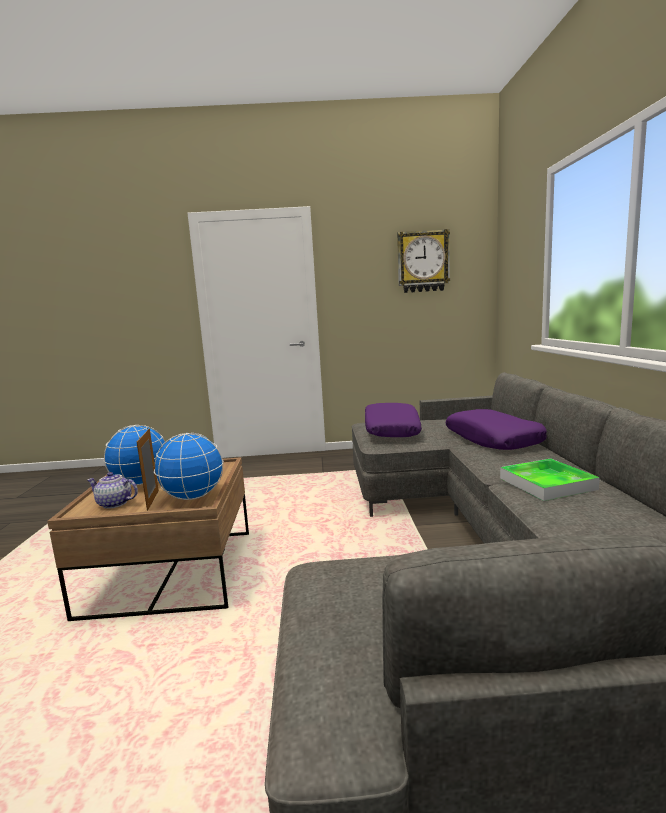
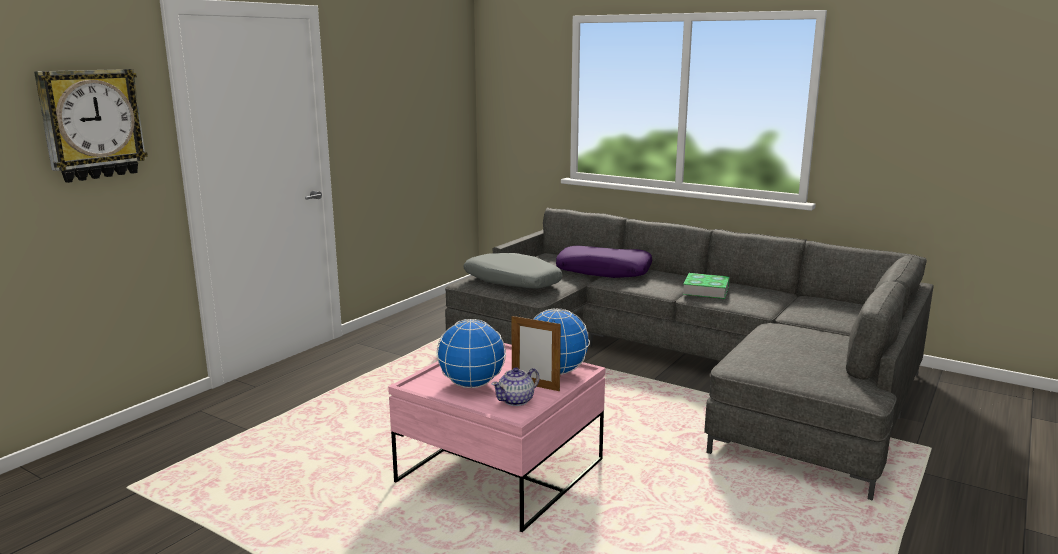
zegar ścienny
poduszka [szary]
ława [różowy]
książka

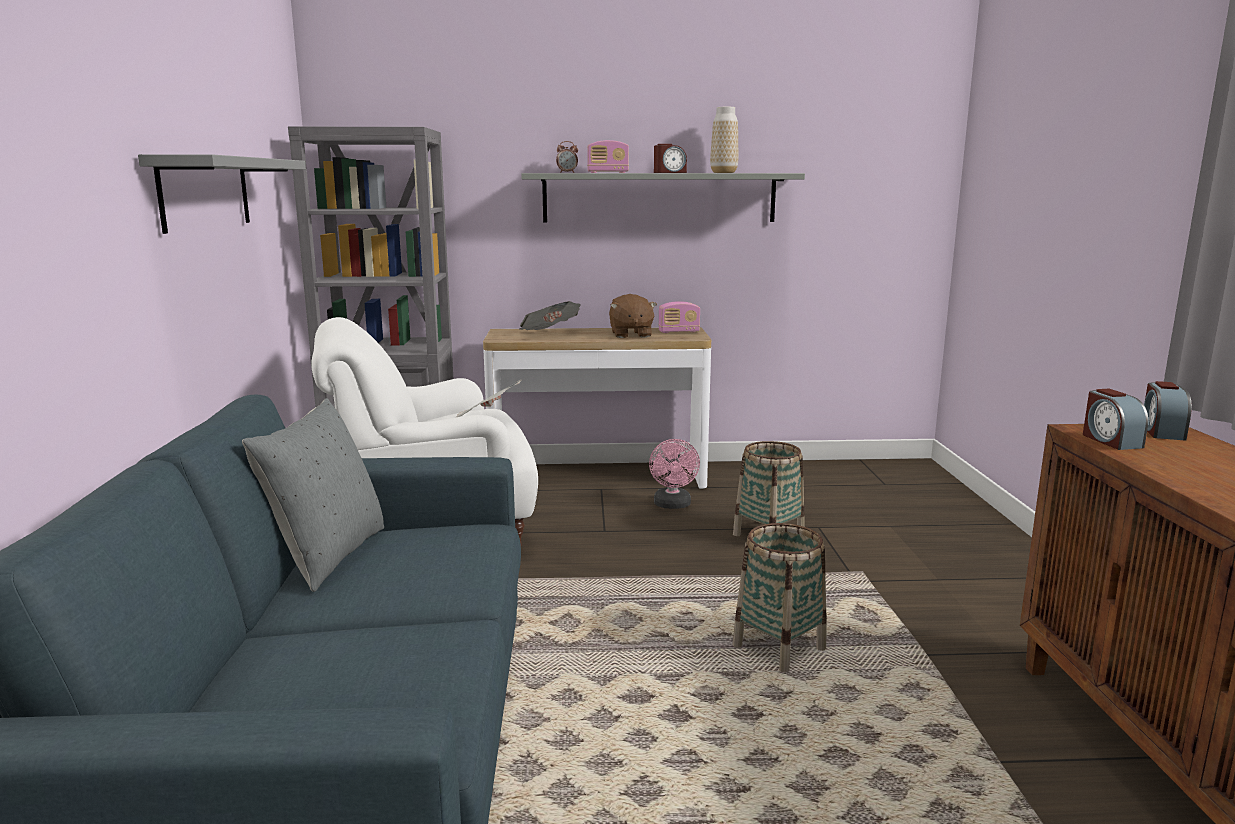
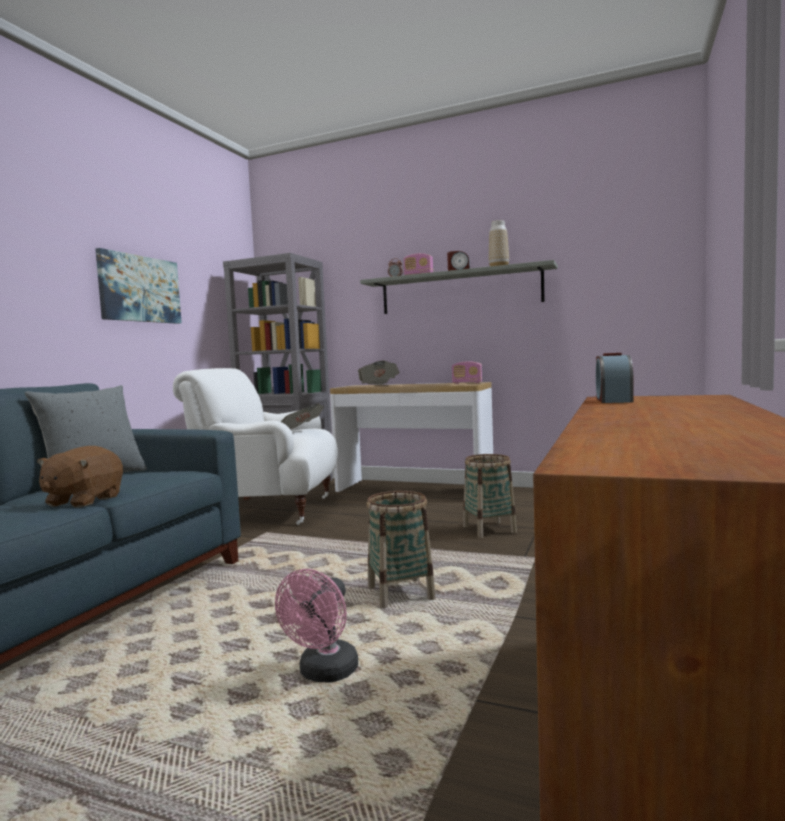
obraz
pluszak [brązowy]
budzik (4th from left in the first image)
wentylator [różowy]

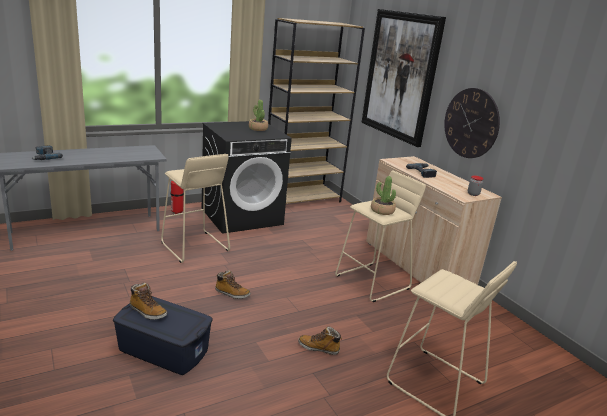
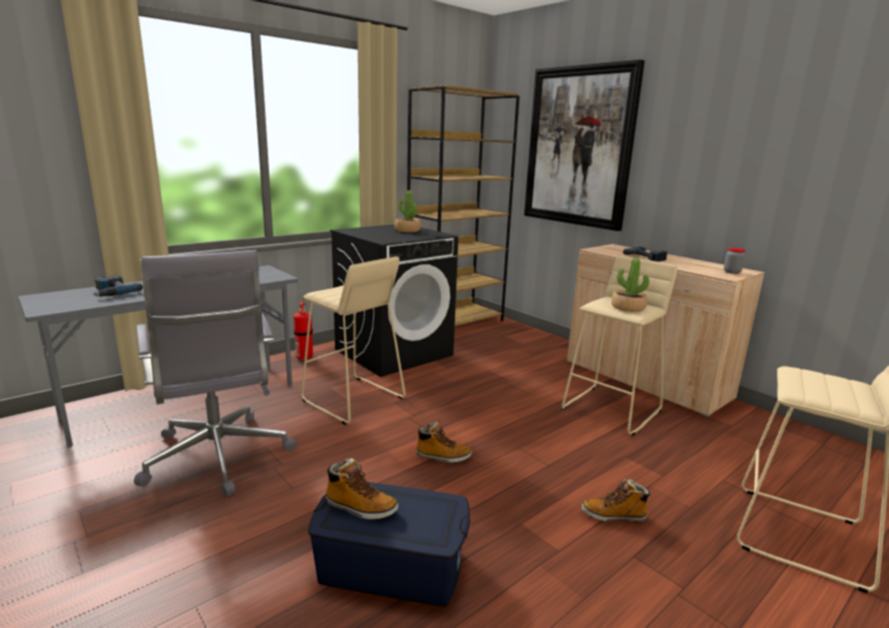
zegar ścienny
krzesło biurowe [szary]

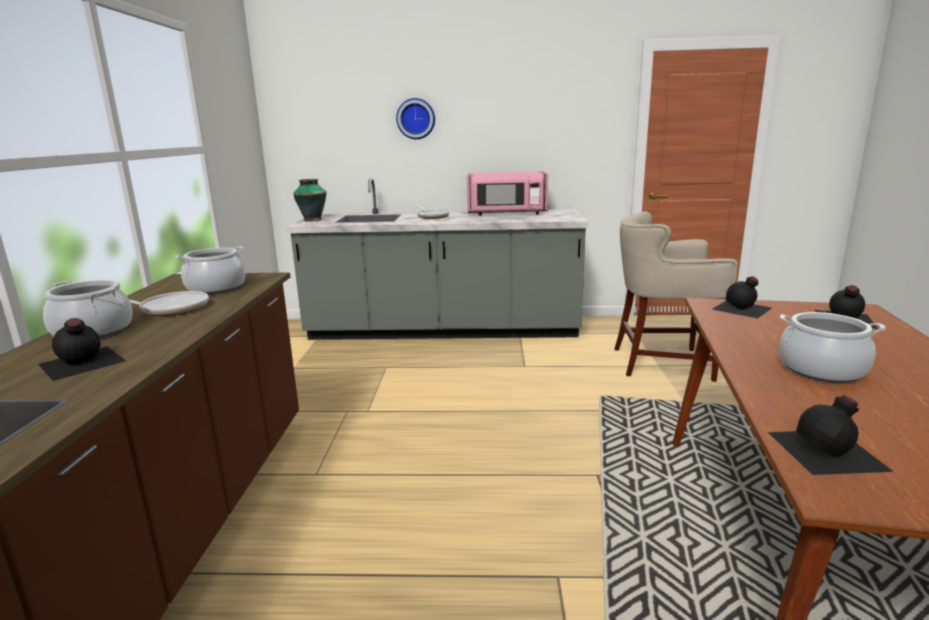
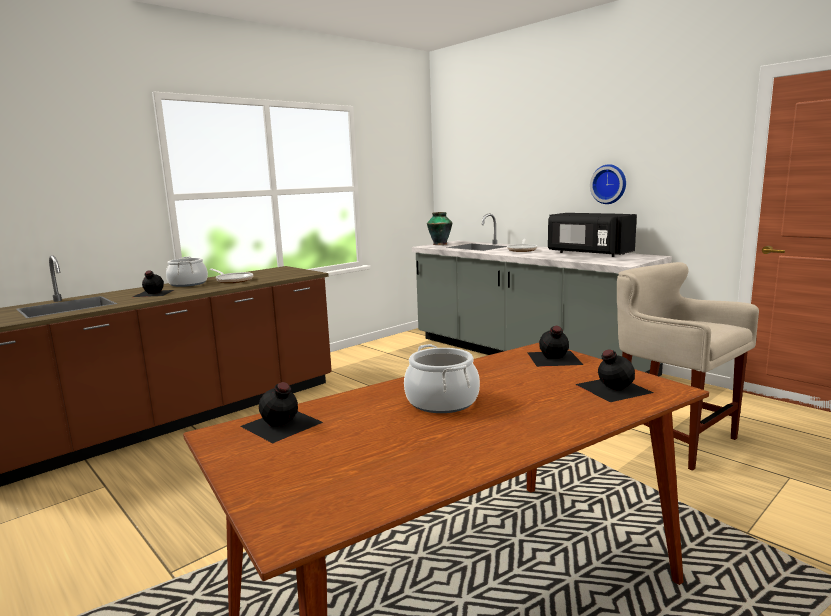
zegar ścienny
mikrofalówka [czarny]
garnek (2nd from left in the first image)

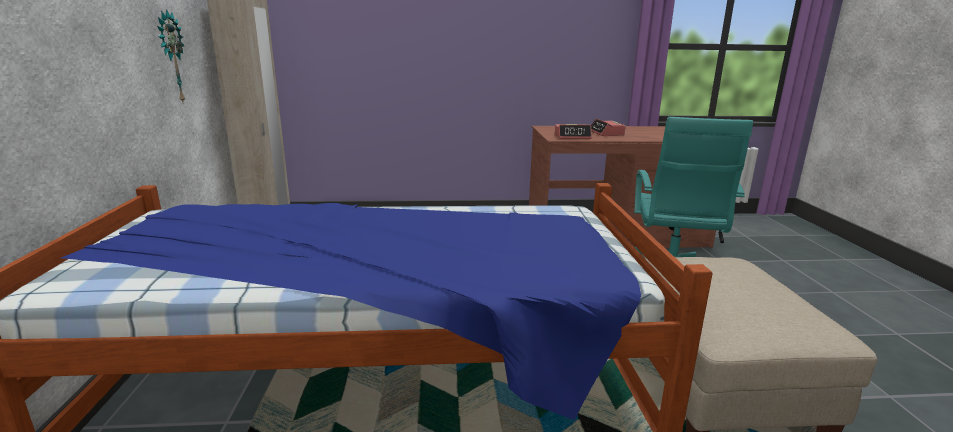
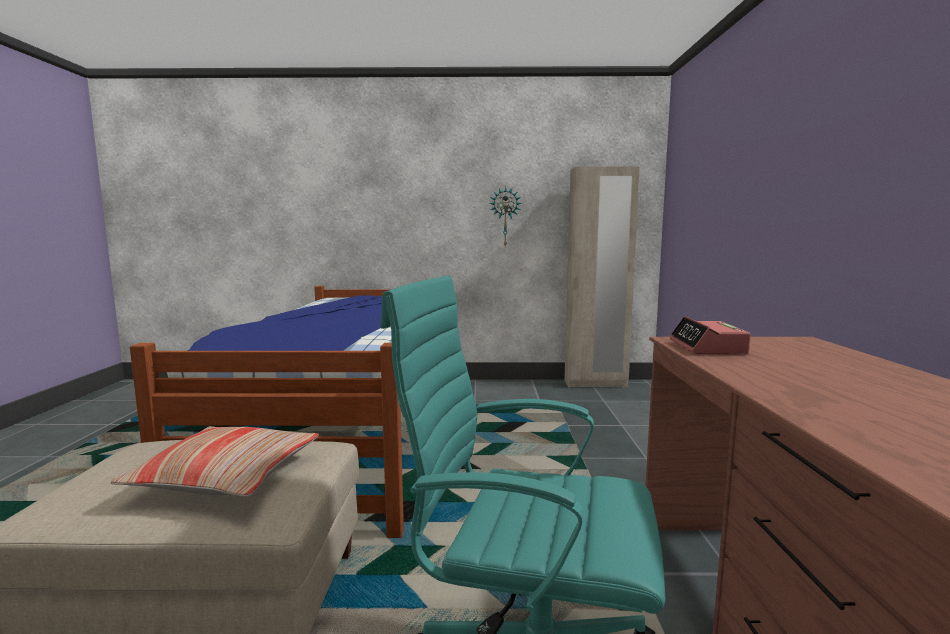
budzik (2nd from left in the first image)
poduszka

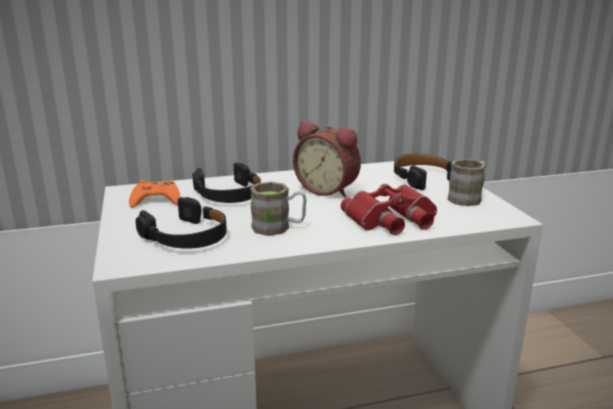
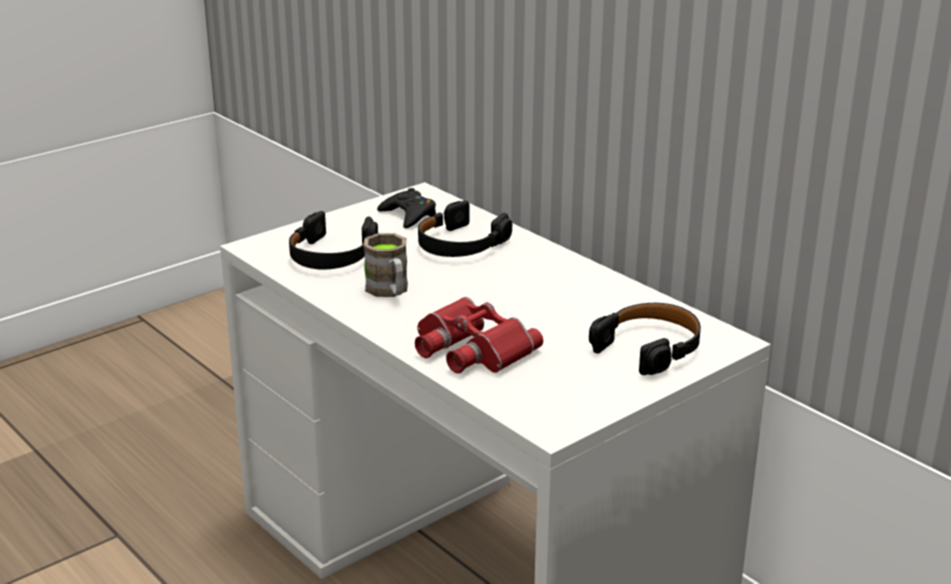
budzik
kubek [brązowy] (2nd from left in the first image)
pad do gier [czarny]

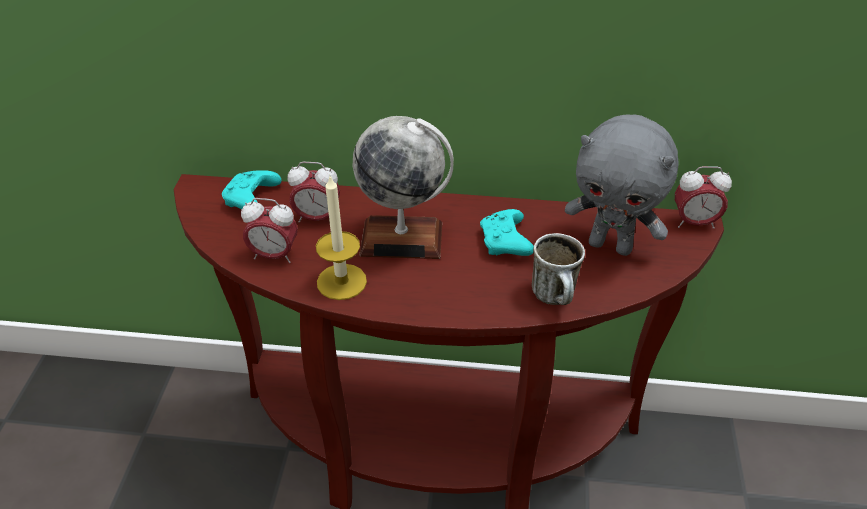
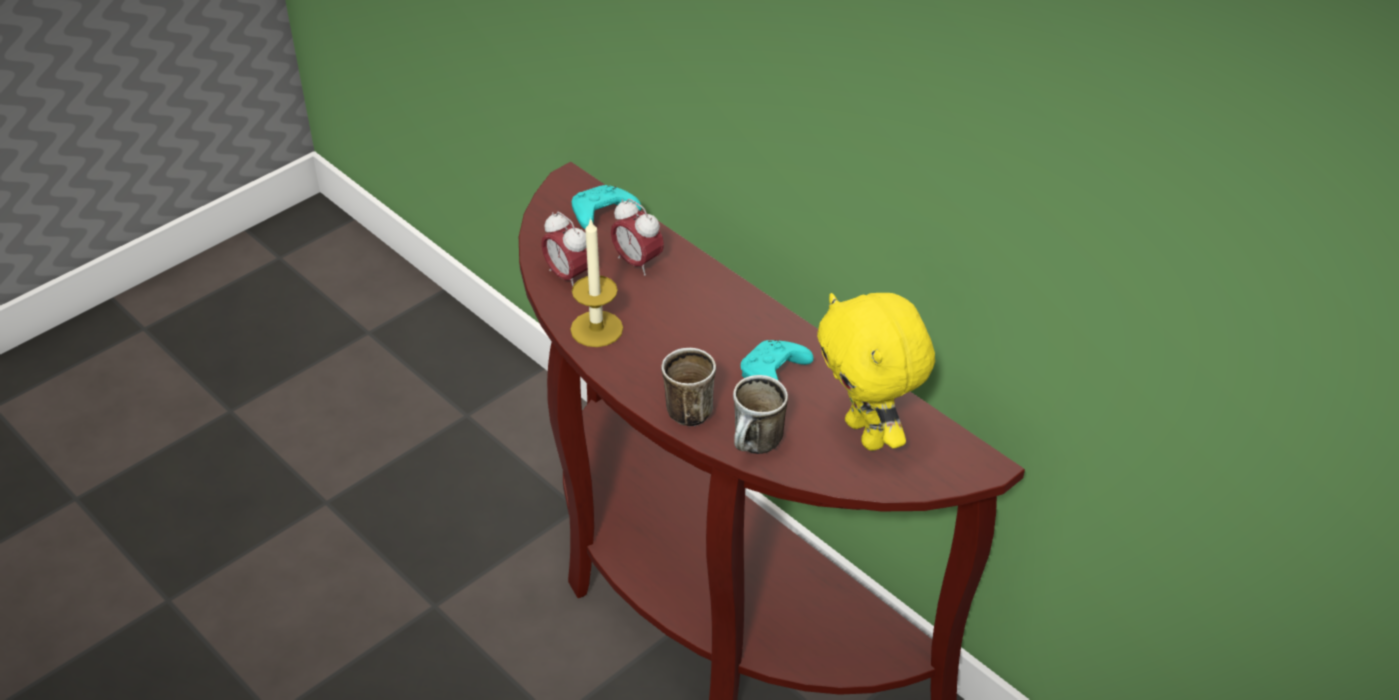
pluszak [żółty]
globus
budzik (3rd from left in the first image)
kubek (1st from left)

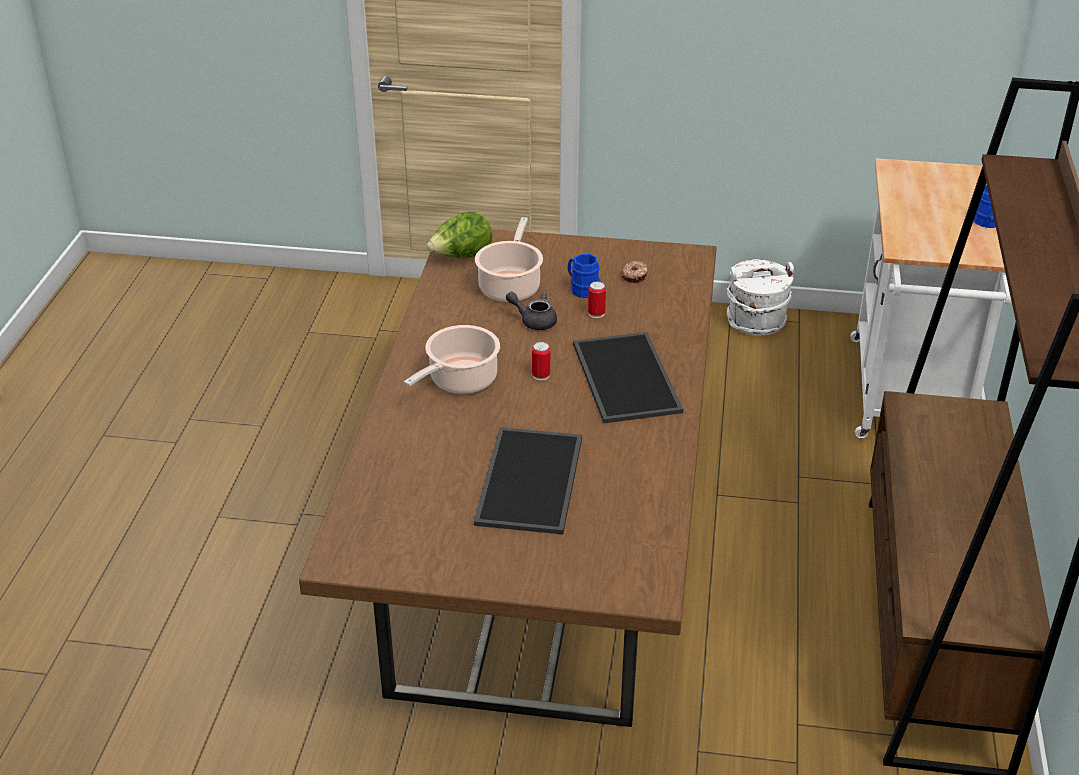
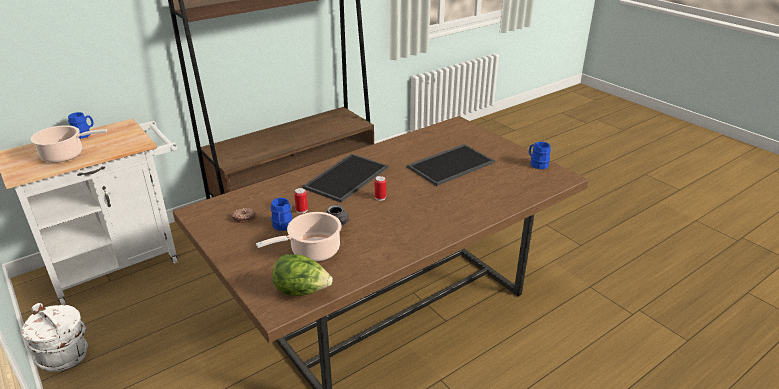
garnek (1st from left)
kubek [niebieski] (3rd from left)

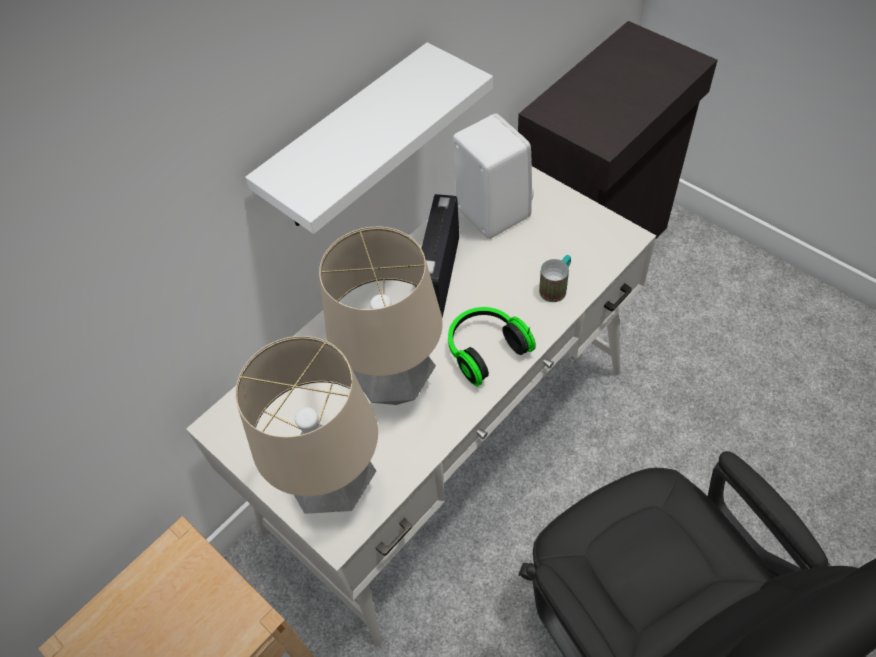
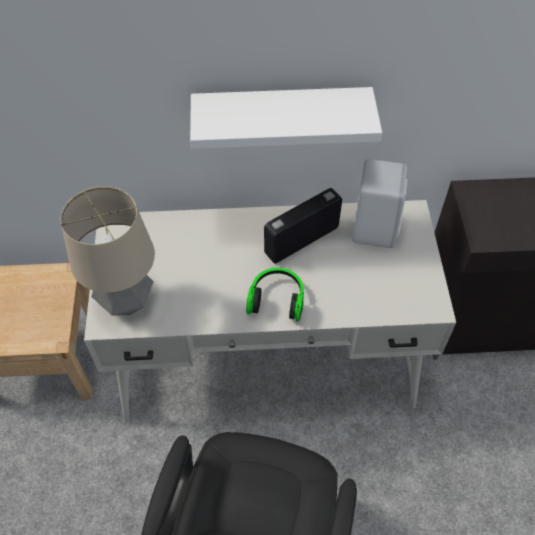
lampa stołowa (2nd from left in the first image)
kubek

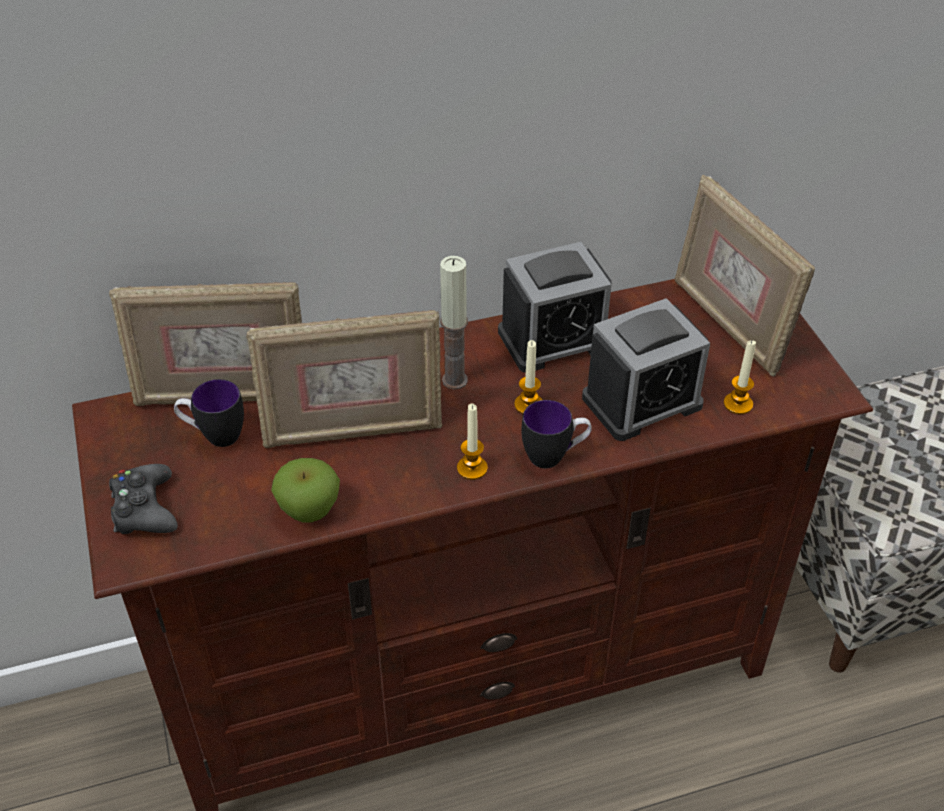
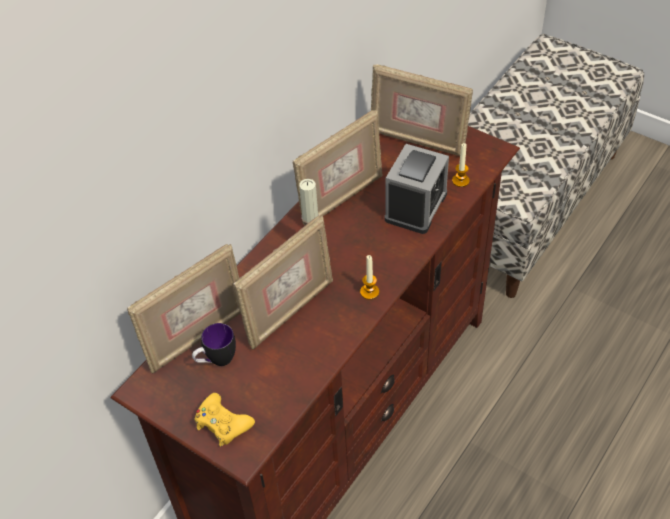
ramka na zdjęcie (3rd from left)
świeca (3rd from left in the first image)
kubek (2nd from left in the first image)
jabłko
pad do gier [żółty]

